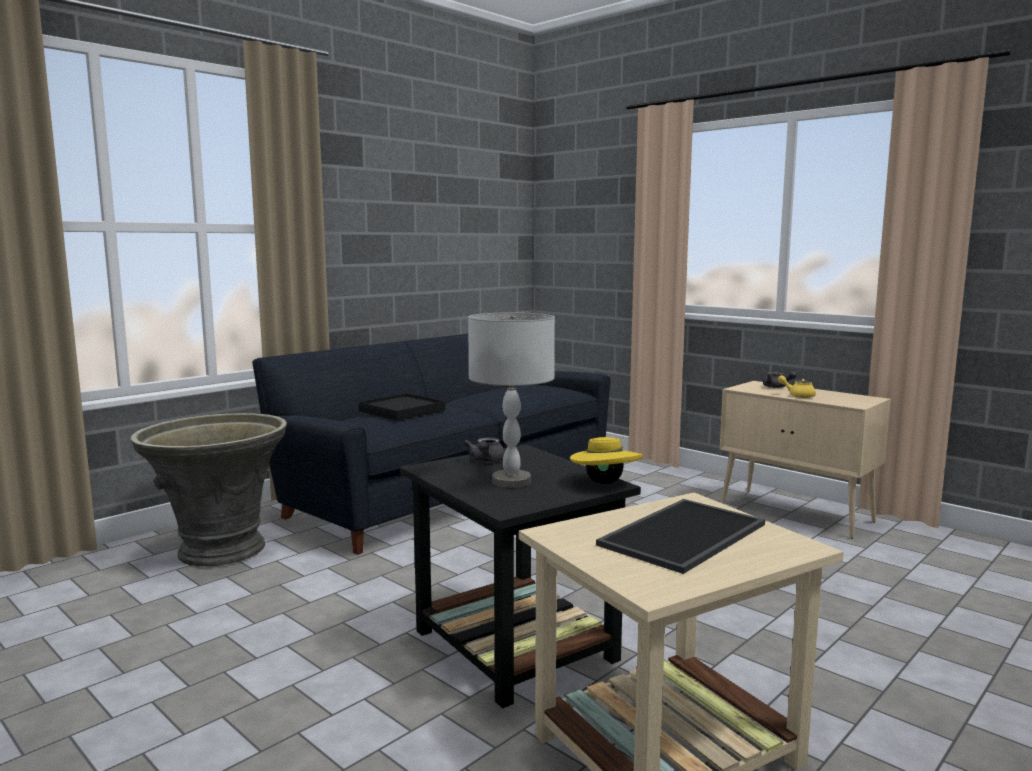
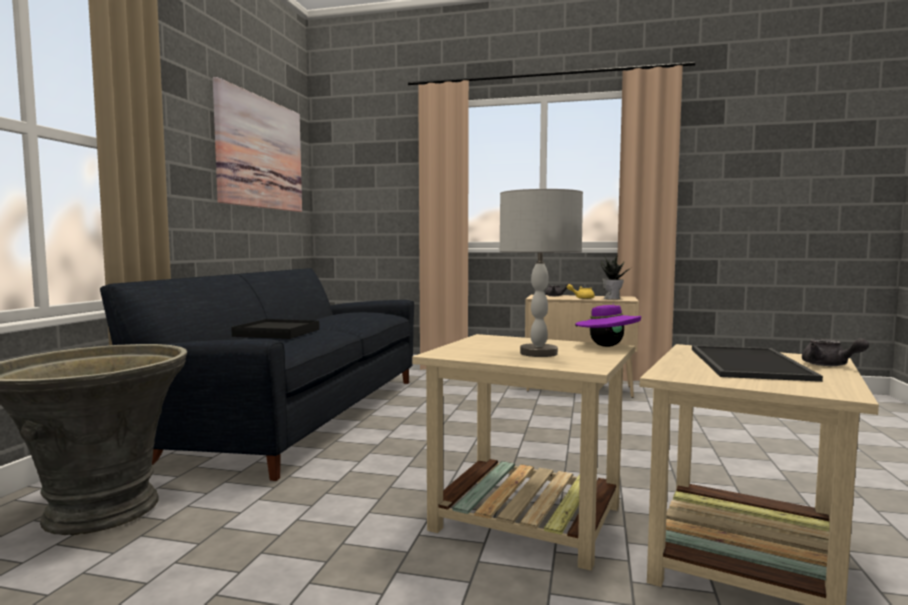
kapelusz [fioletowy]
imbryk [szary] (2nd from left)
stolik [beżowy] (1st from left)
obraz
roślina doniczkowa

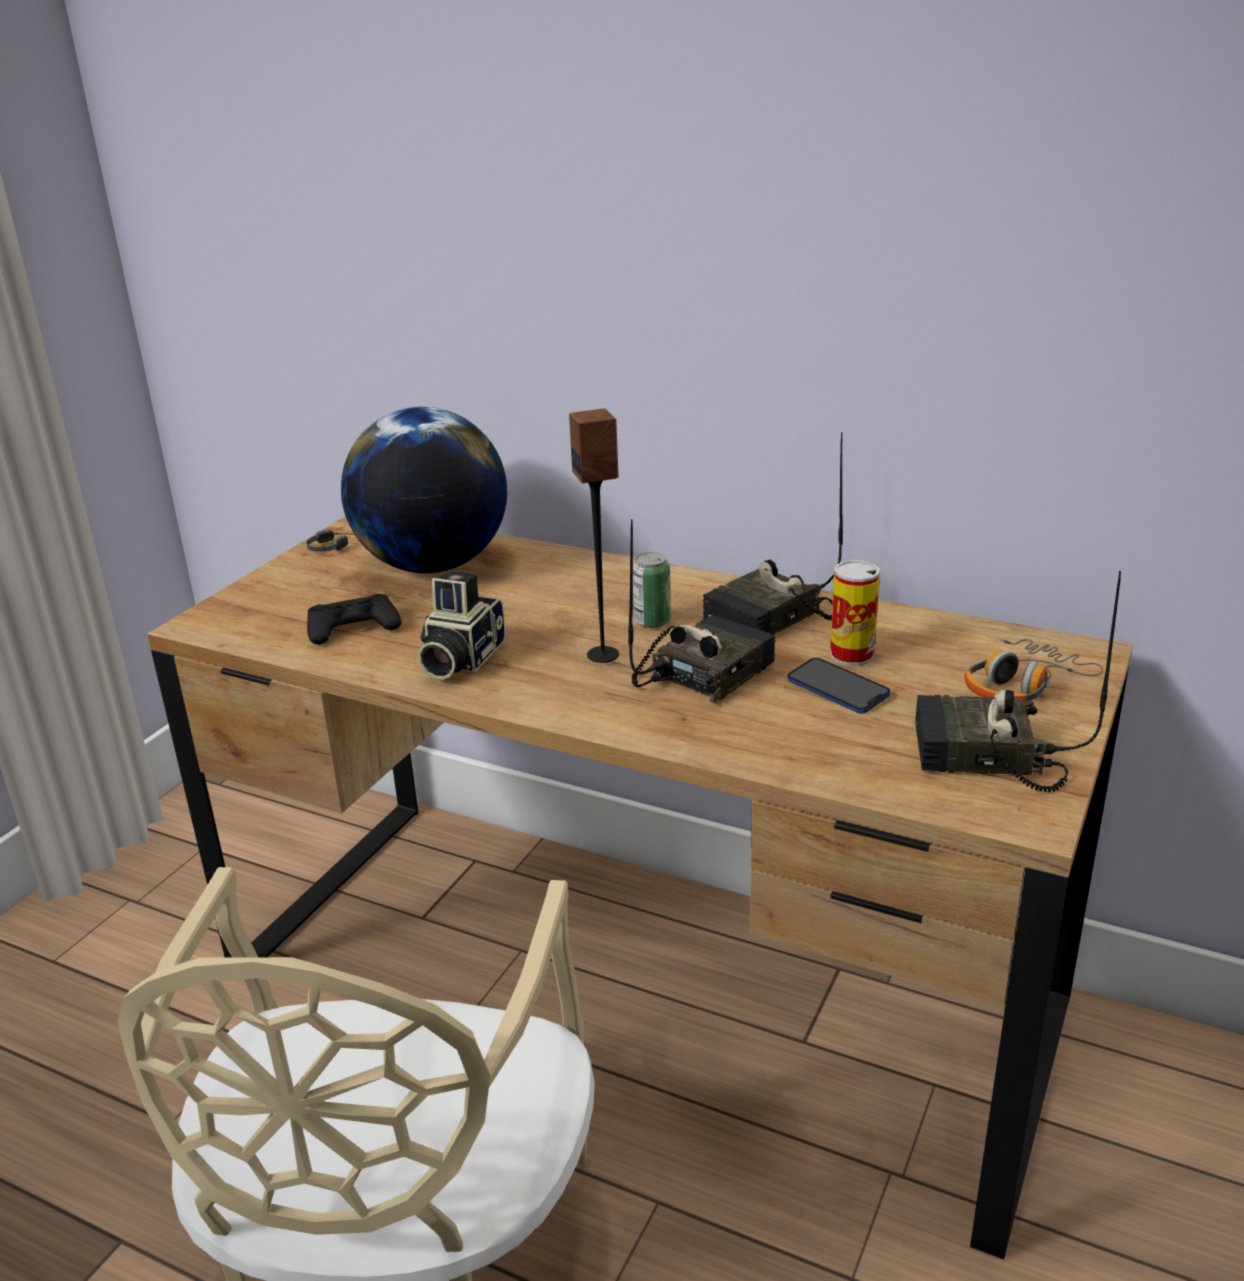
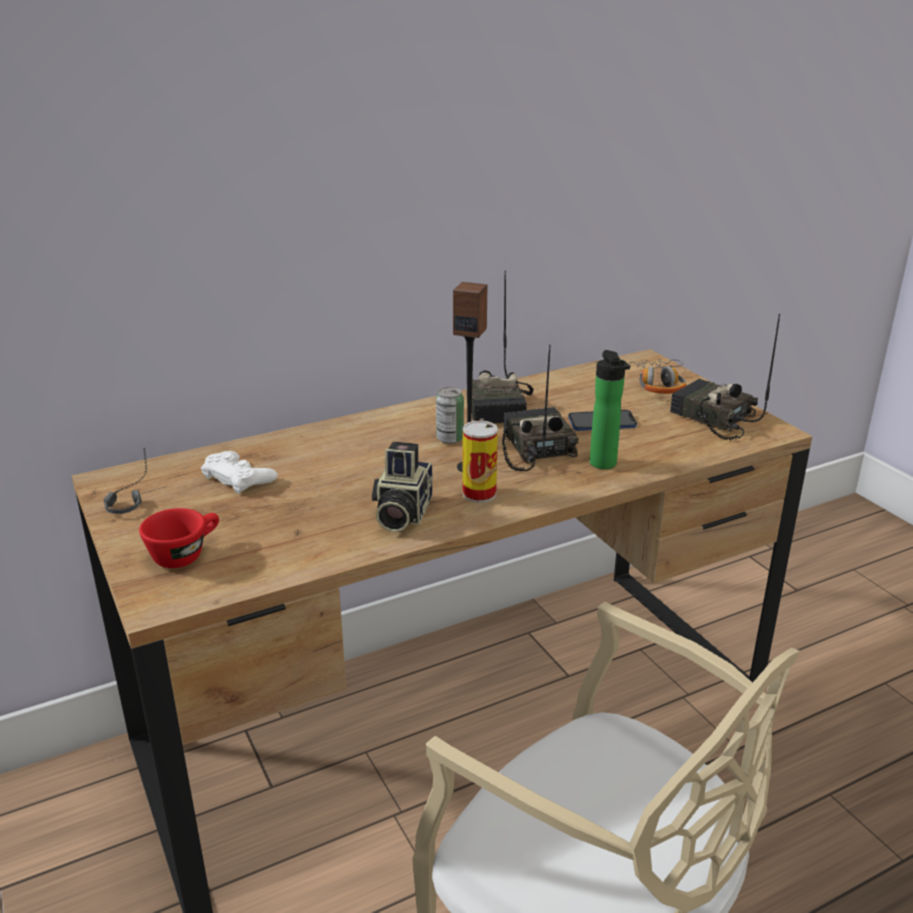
pad do gier [biały]
puszka (2nd from left)
aparat fotograficzny
radio (3rd from left)
pad do gier [czarny]
butelka
filiżanka [czerwony]

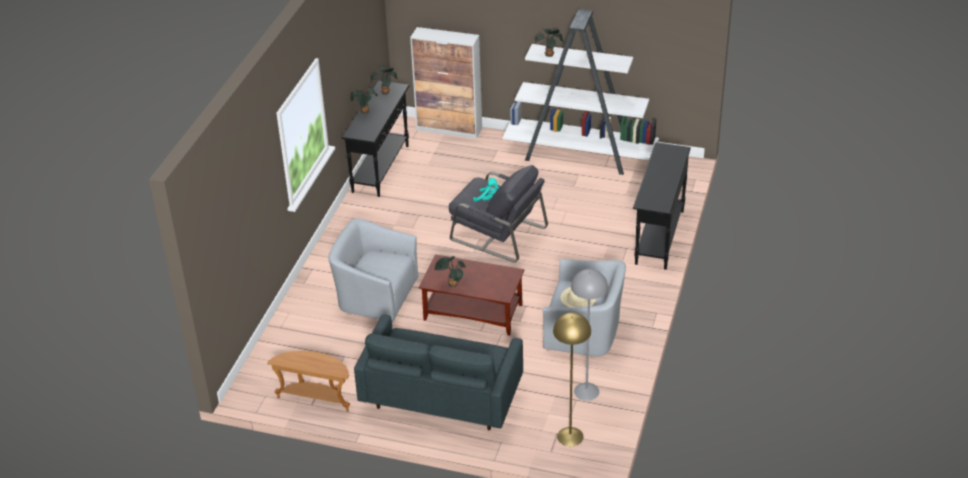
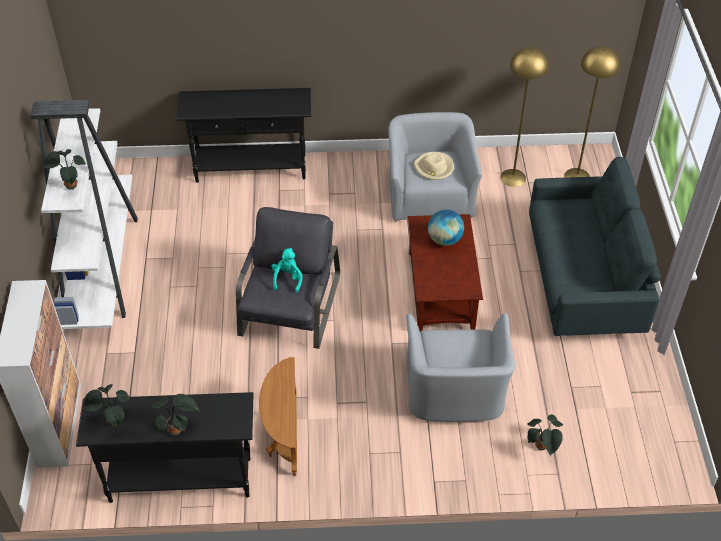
roślina doniczkowa (4th from left)
lampa stojąca [żółty] (1st from left)
stolik [brązowy]
globus

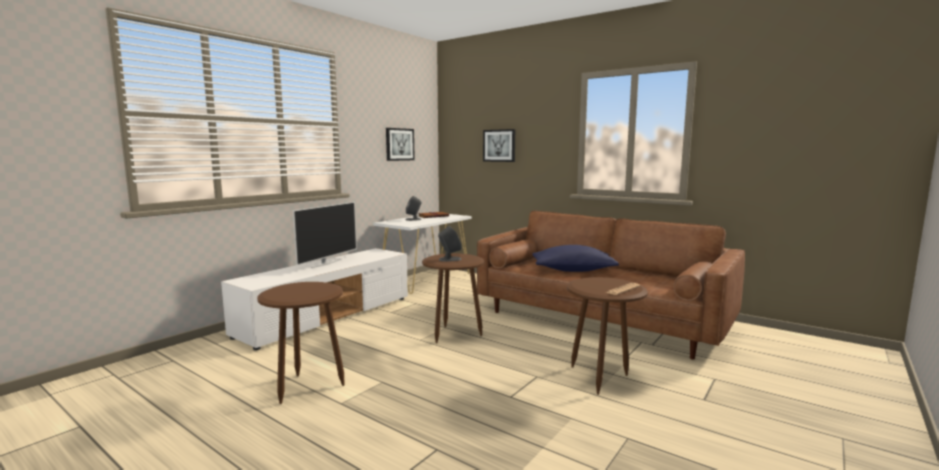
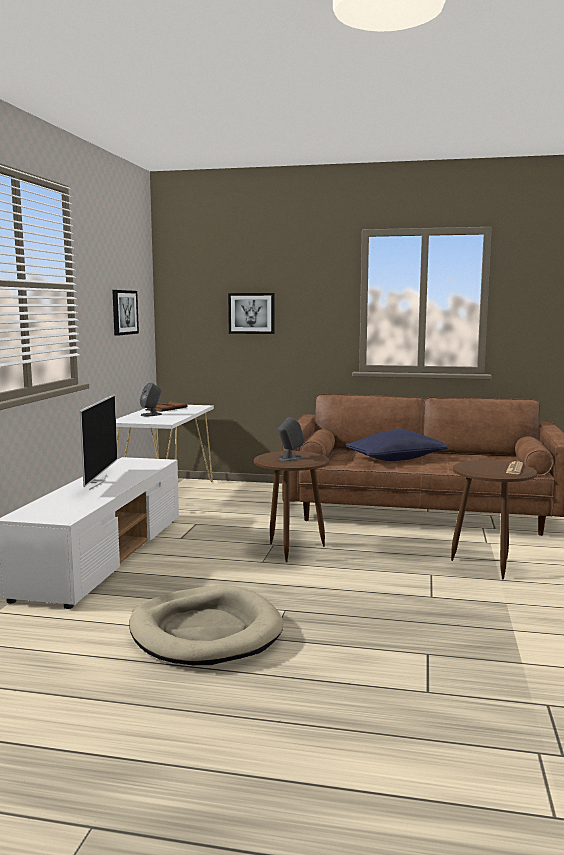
legowisko [beżowy]

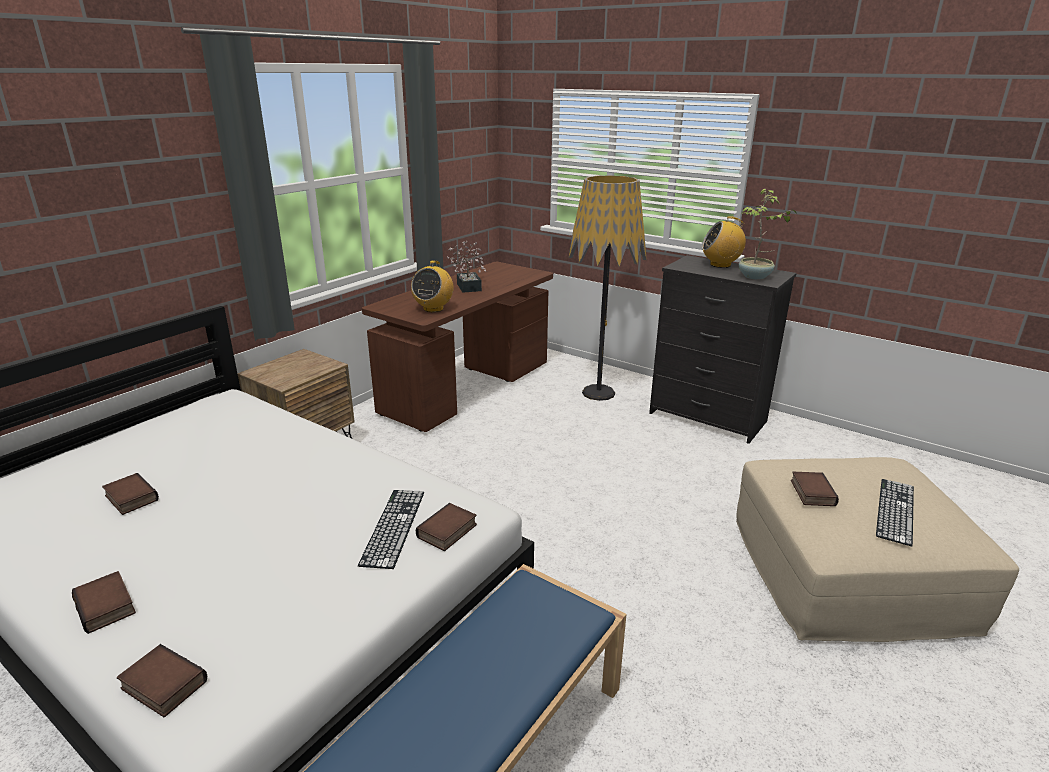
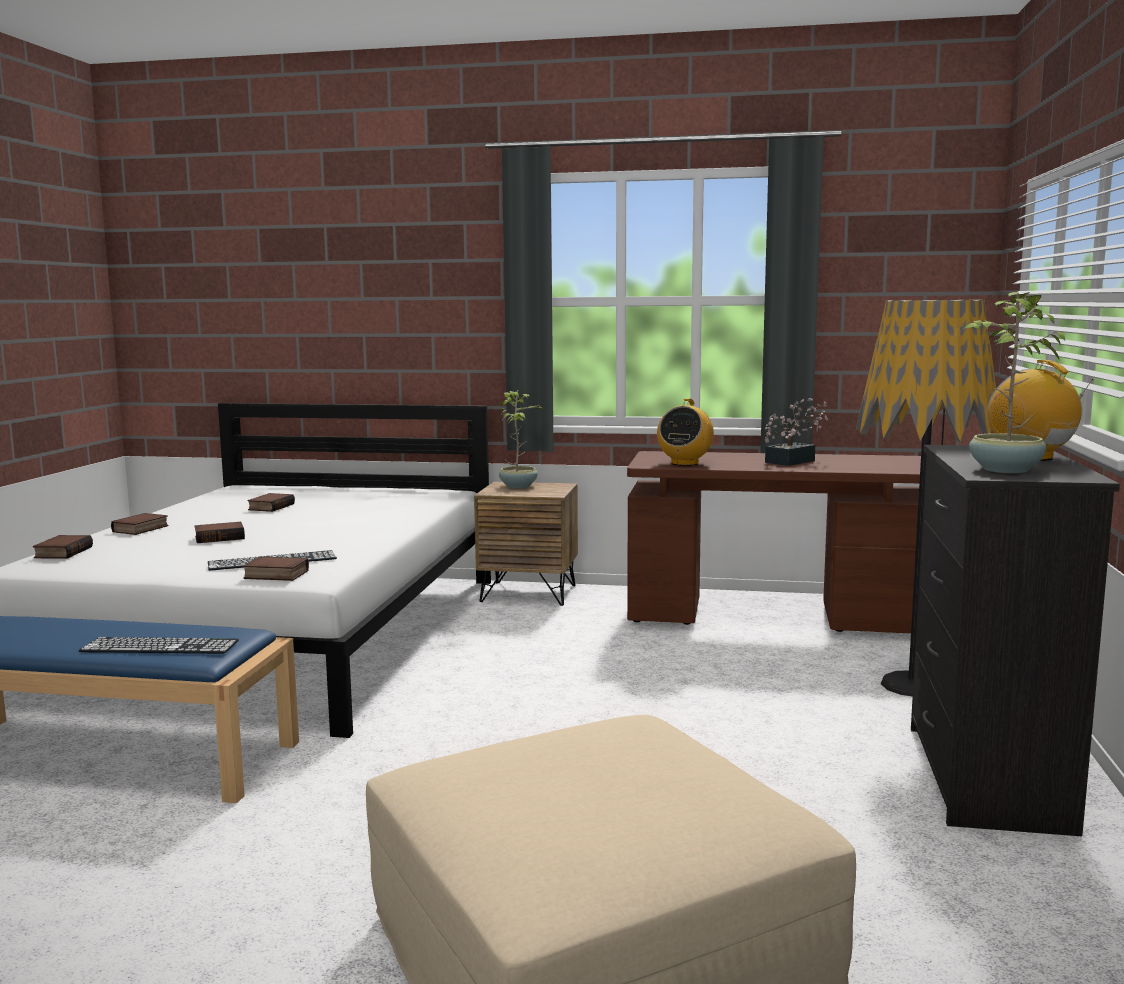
radio (1st from left)
książka (3rd from left)
klawiatura (1st from left)
roślina doniczkowa (1st from left)

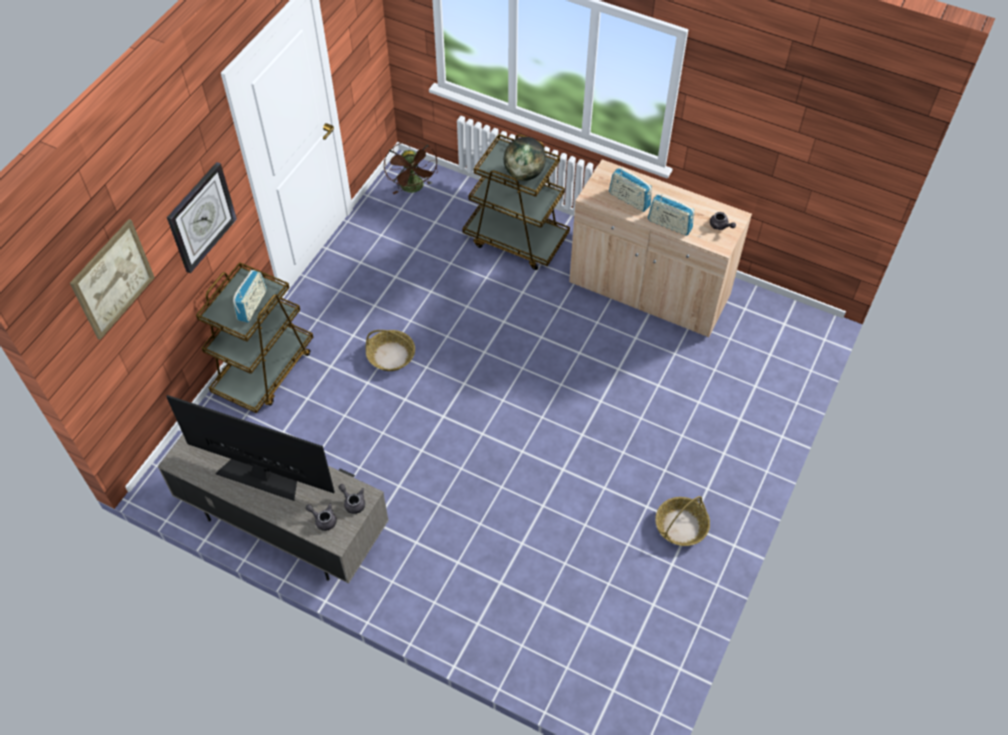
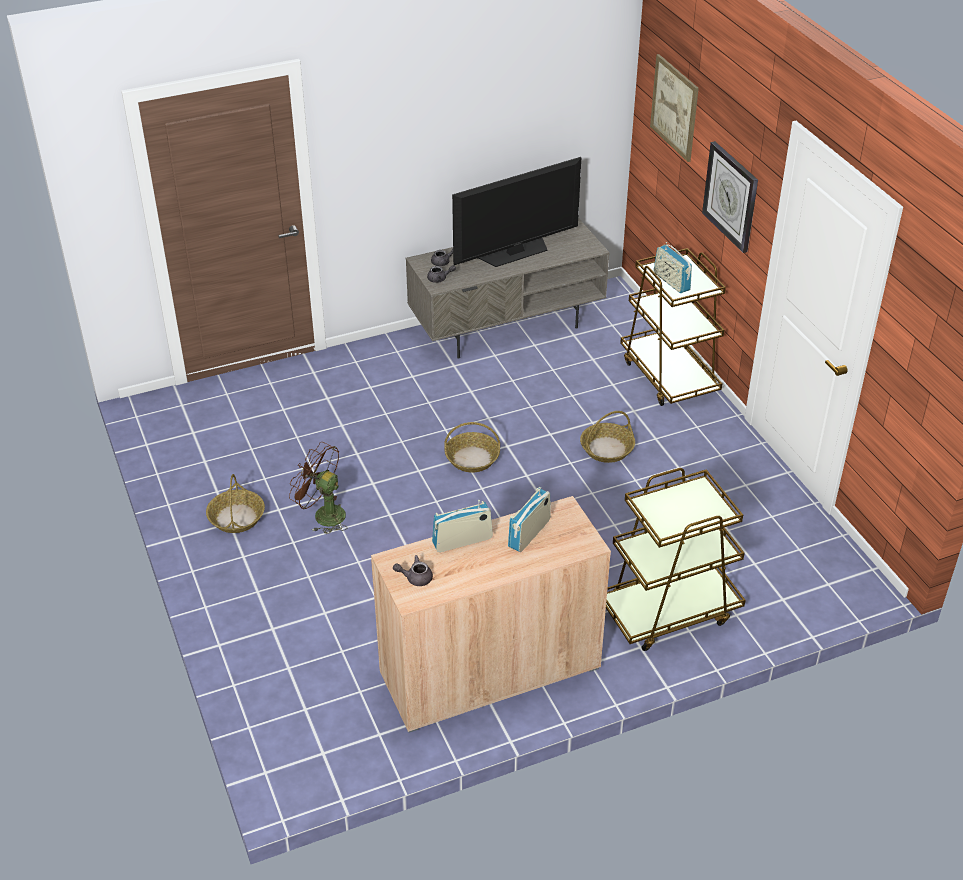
globus
wentylator [brązowy]
radio (2nd from left)
koszyk (2nd from left)

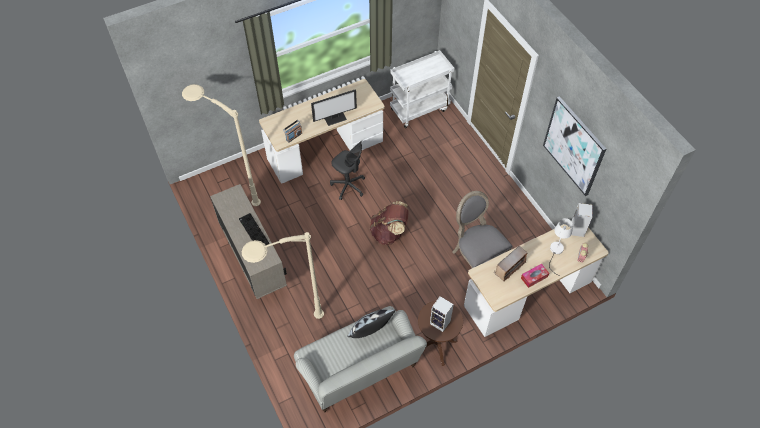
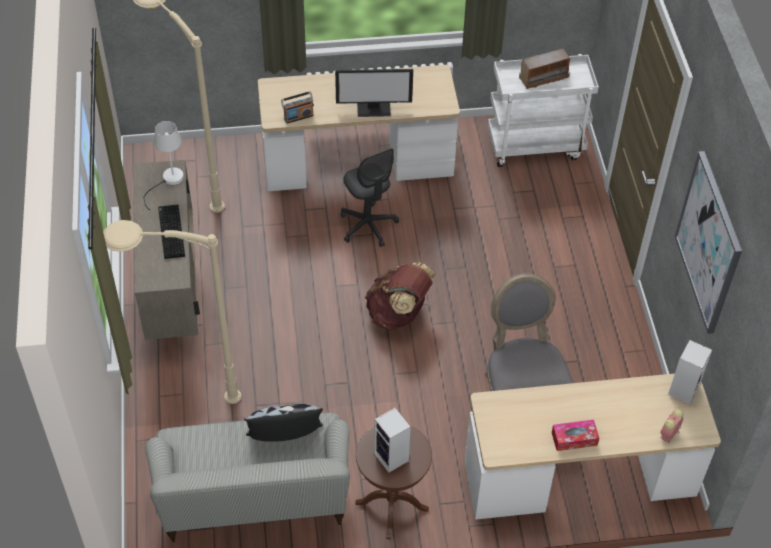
lampa stołowa [biały]
radio (2nd from left)

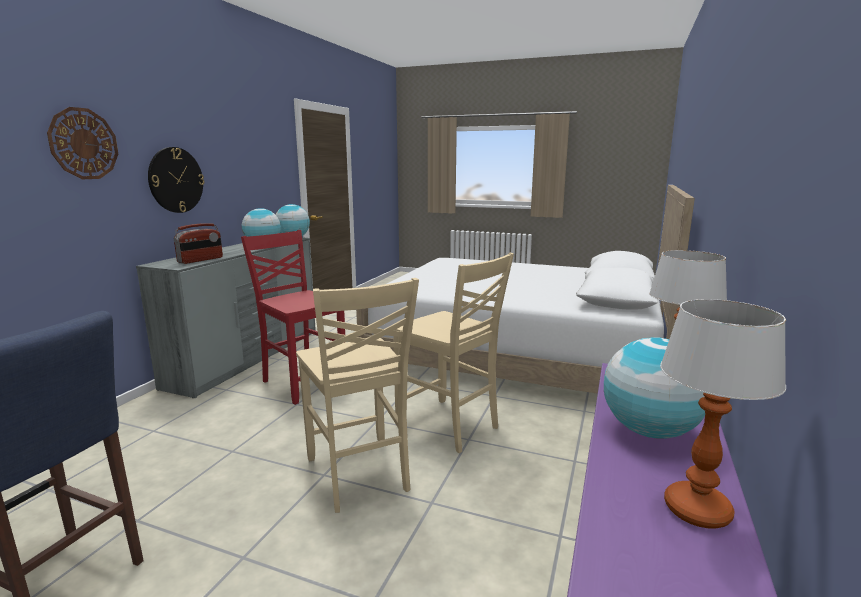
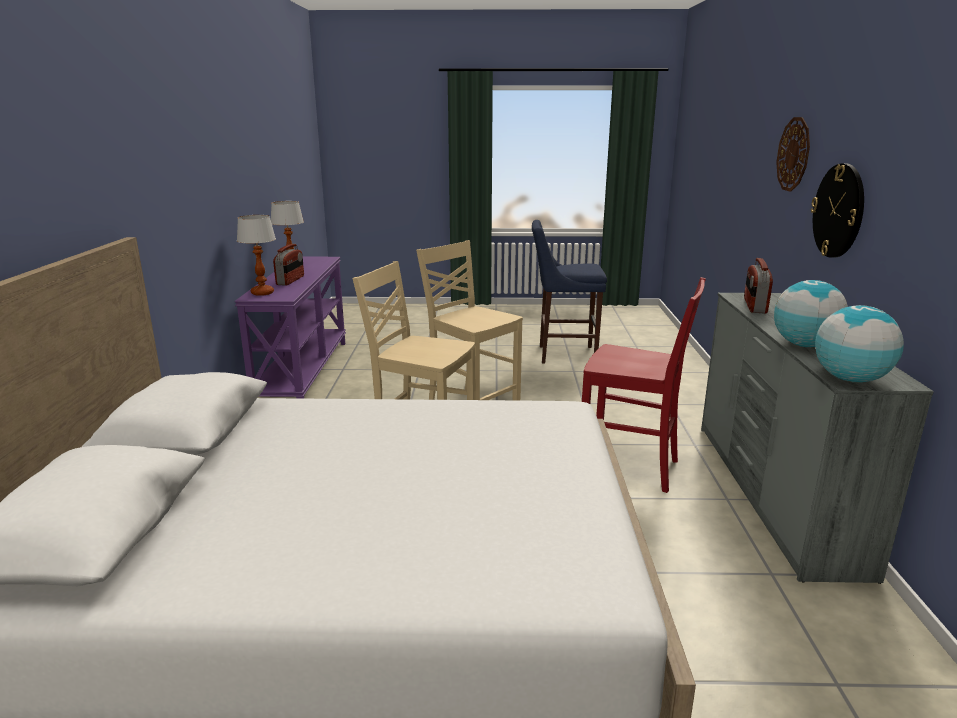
radio (1st from left)

